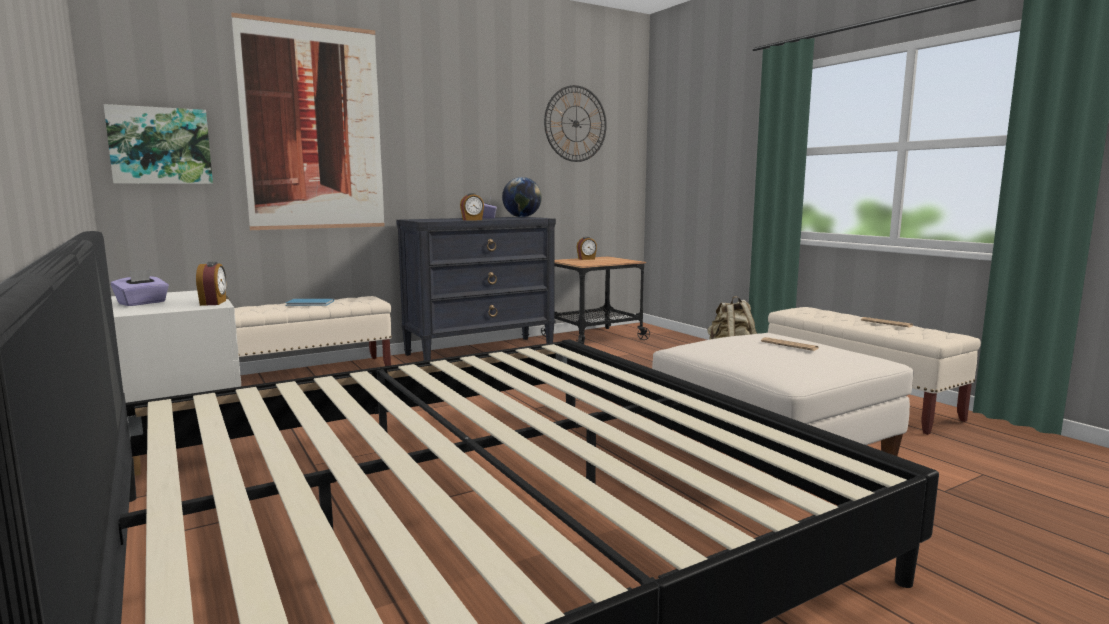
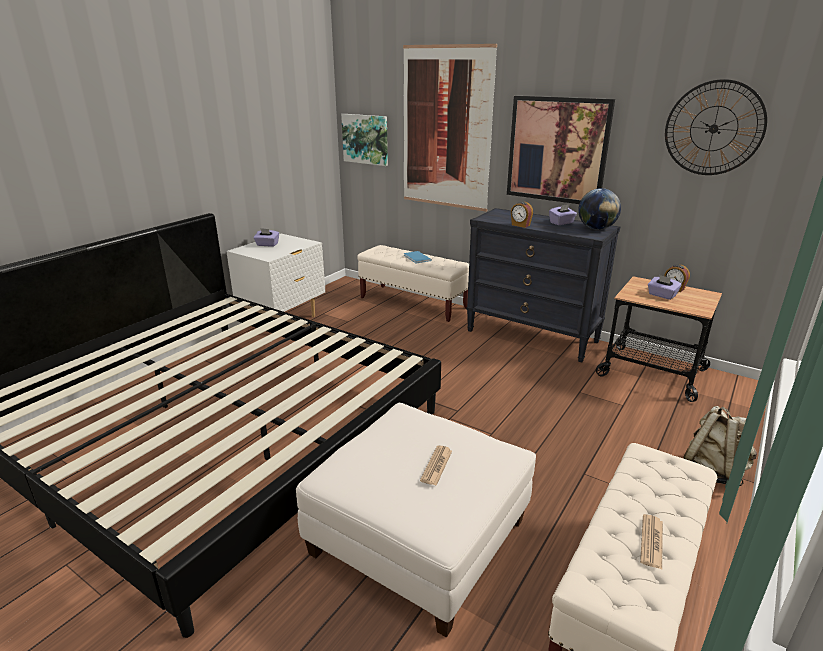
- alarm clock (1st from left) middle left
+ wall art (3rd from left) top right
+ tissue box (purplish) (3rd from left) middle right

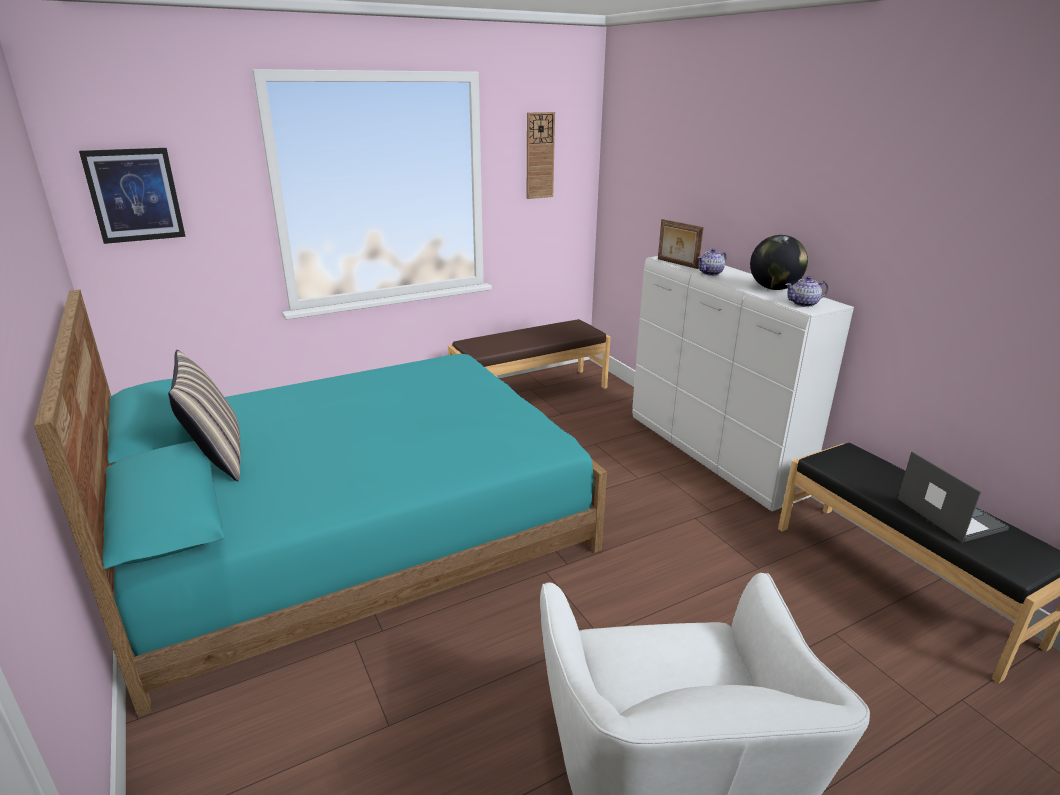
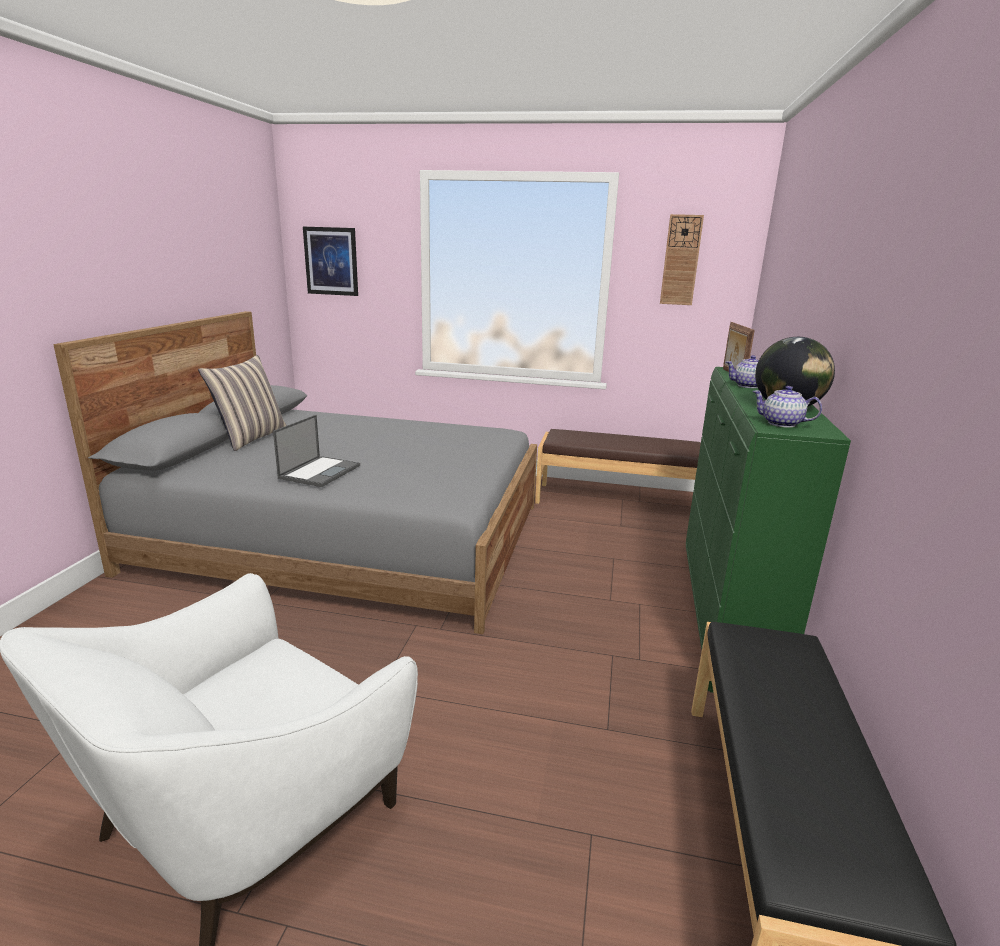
~ sleeping bed (blue-green) middle left to sleeping bed (gray) middle left
~ drawer chest (white) middle right to drawer chest (green) middle right
~ notebook computer middle right to middle left

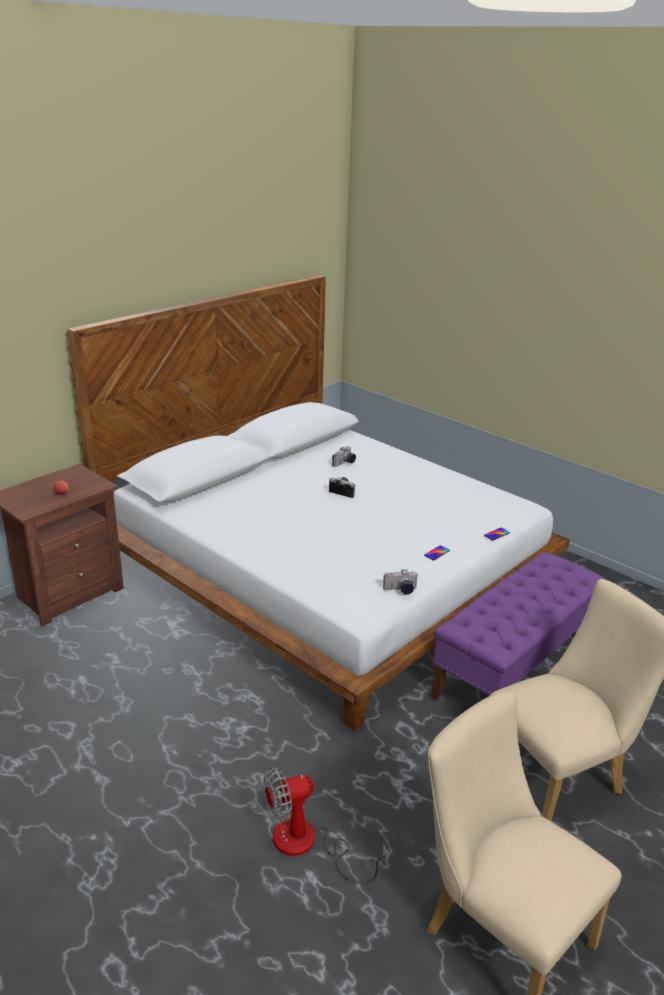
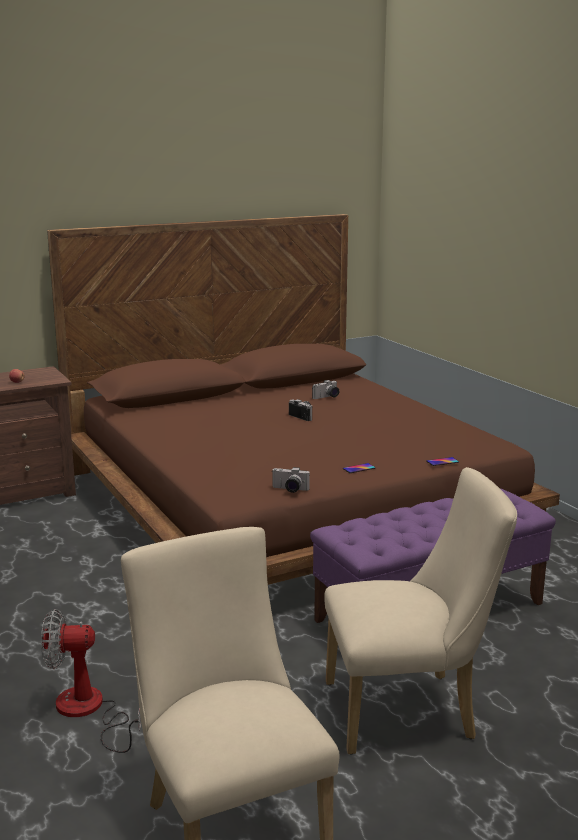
~ sleeping bed (white) centre to sleeping bed (brownish) centre

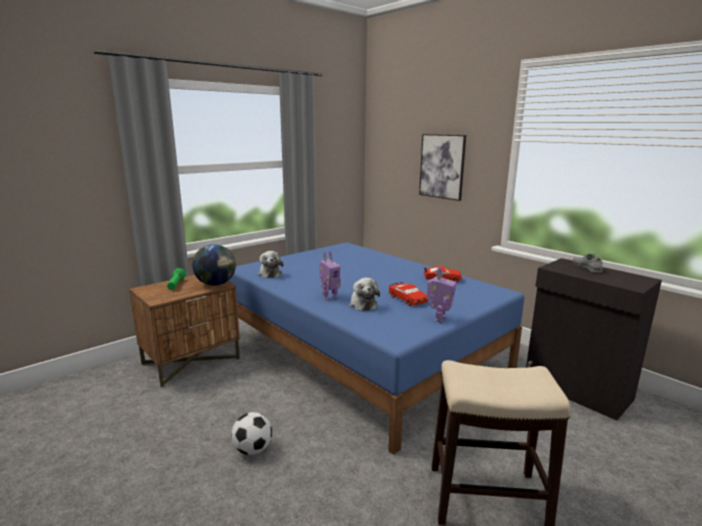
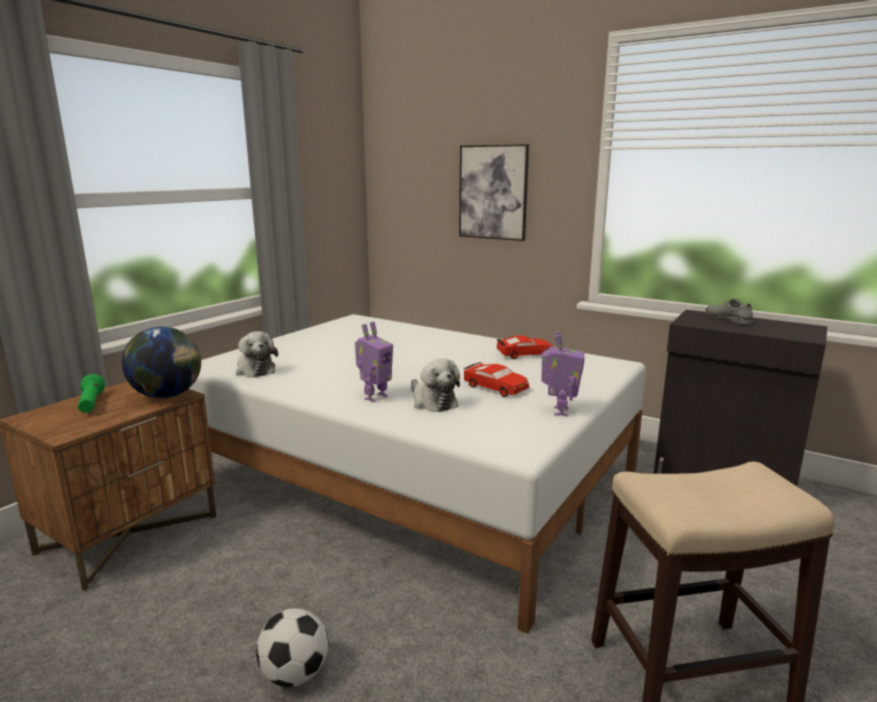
~ sleeping bed (blue-coloured) centre to sleeping bed (white) bottom centre

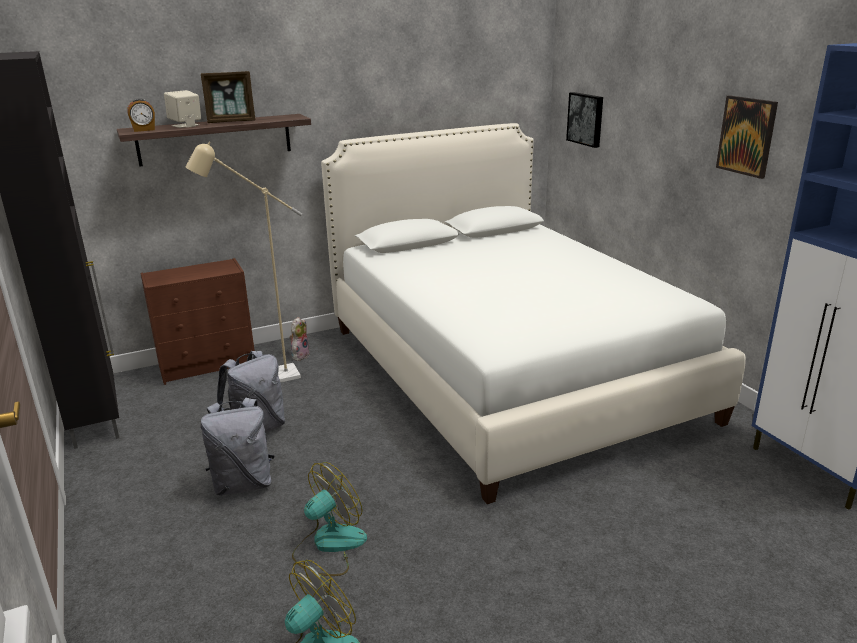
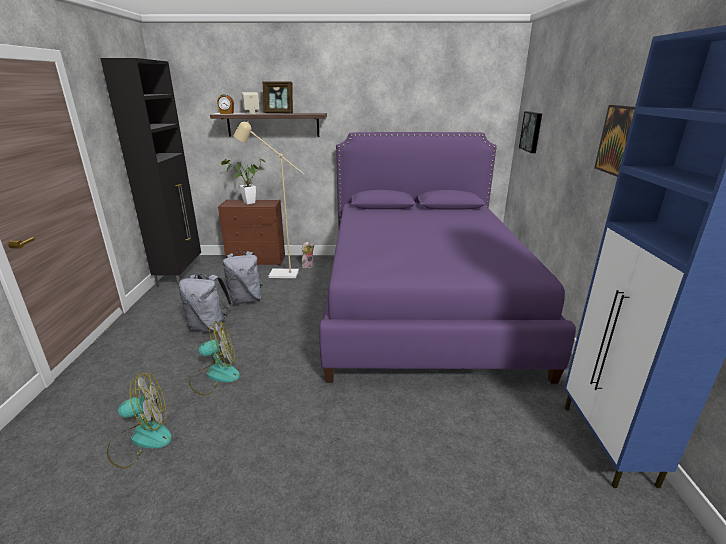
~ sleeping bed (white) centre to sleeping bed (purplish) centre
+ plant in a pot top centre

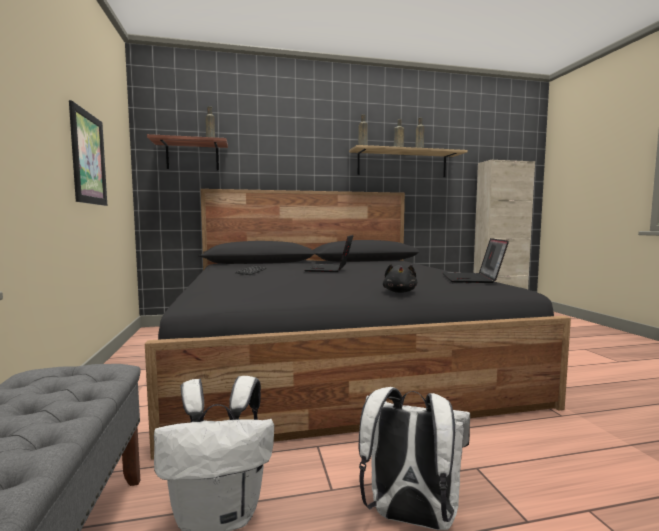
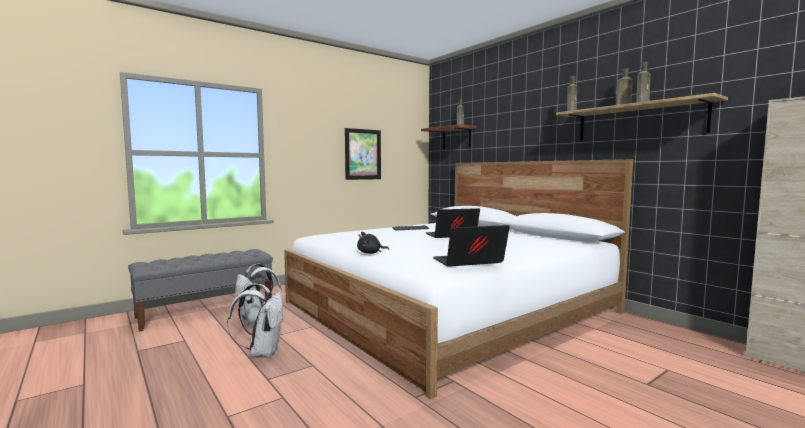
~ sleeping bed (black-coloured) centre to sleeping bed (white) centre

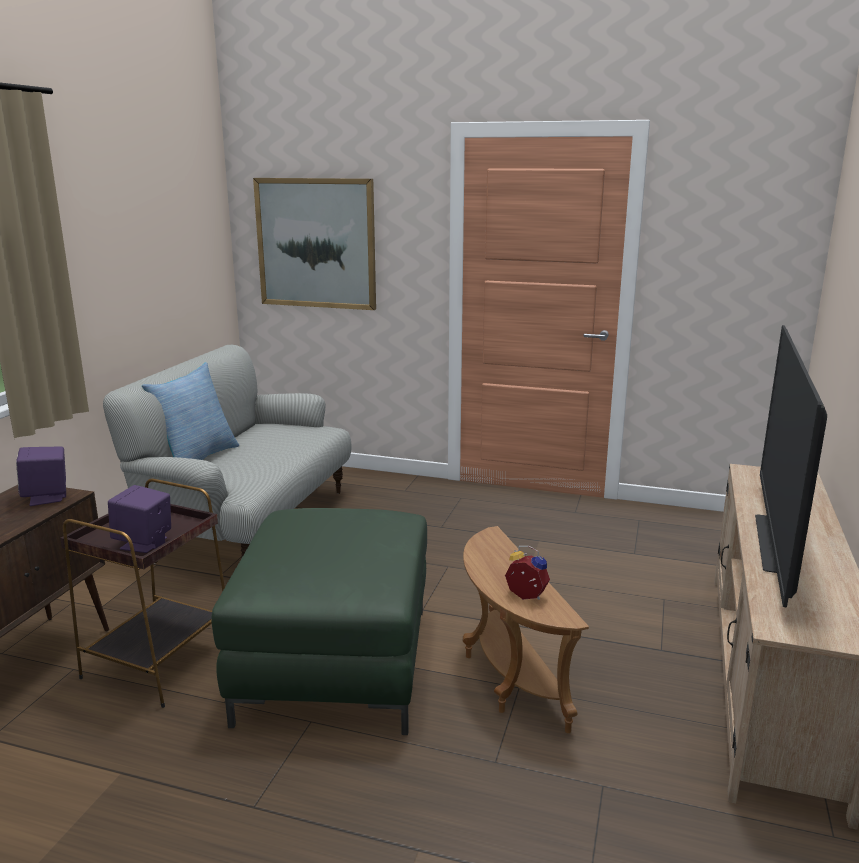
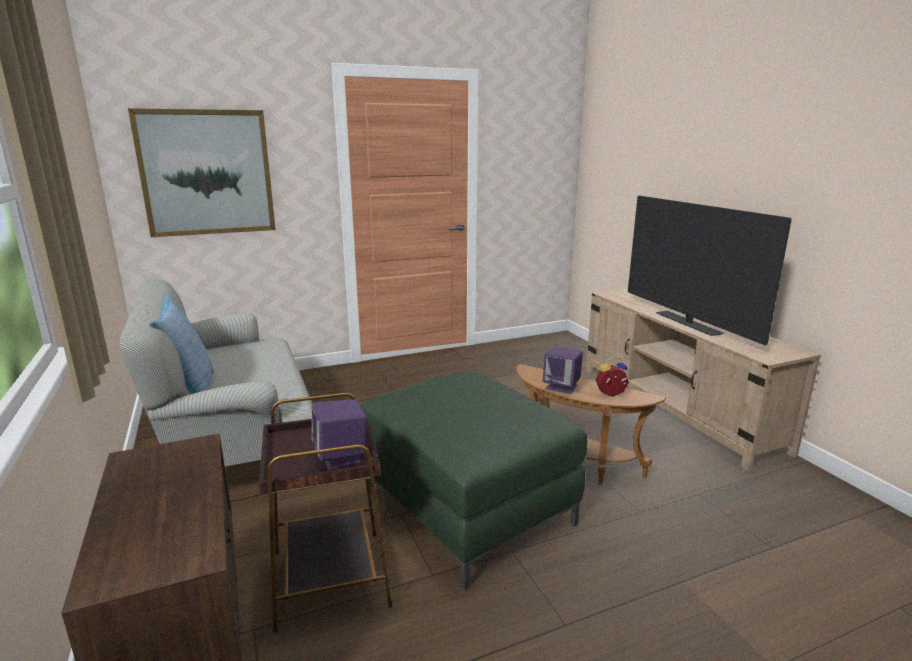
~ audio speaker (purplish) (1st from left in the first image) middle left to audio speaker (purplish) (2nd from left) centre

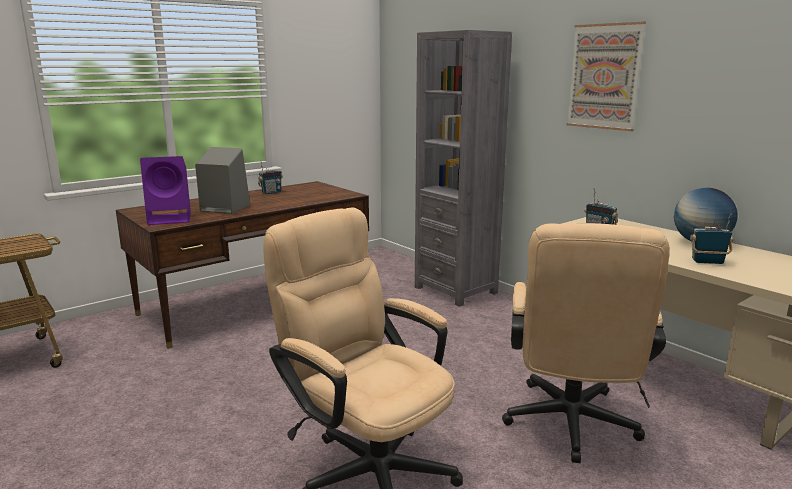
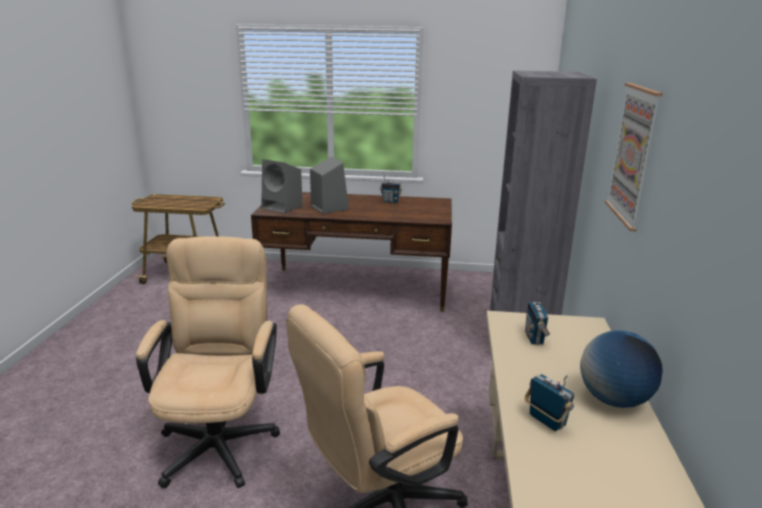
~ audio speaker (purplish) middle left to audio speaker (gray) (1st from left) centre

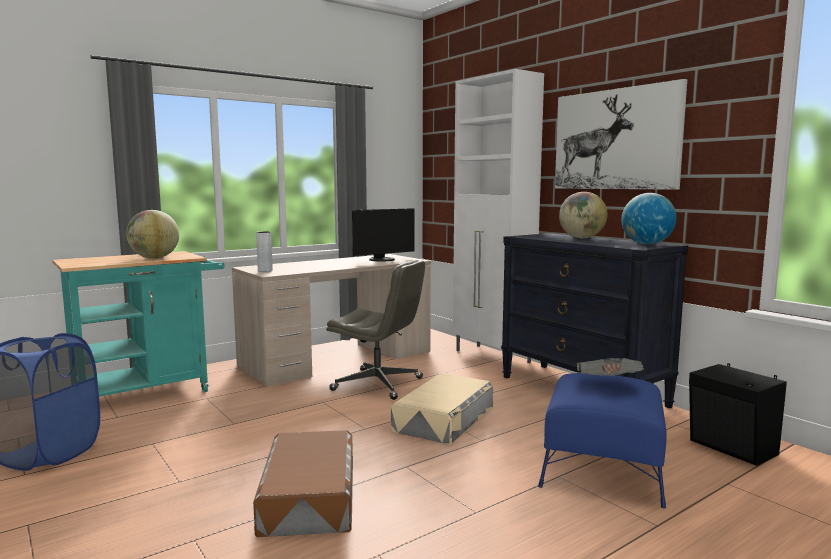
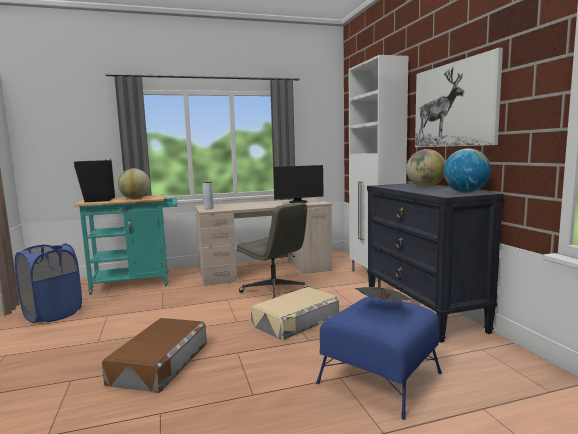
~ audio speaker (black-coloured) bottom right to middle left

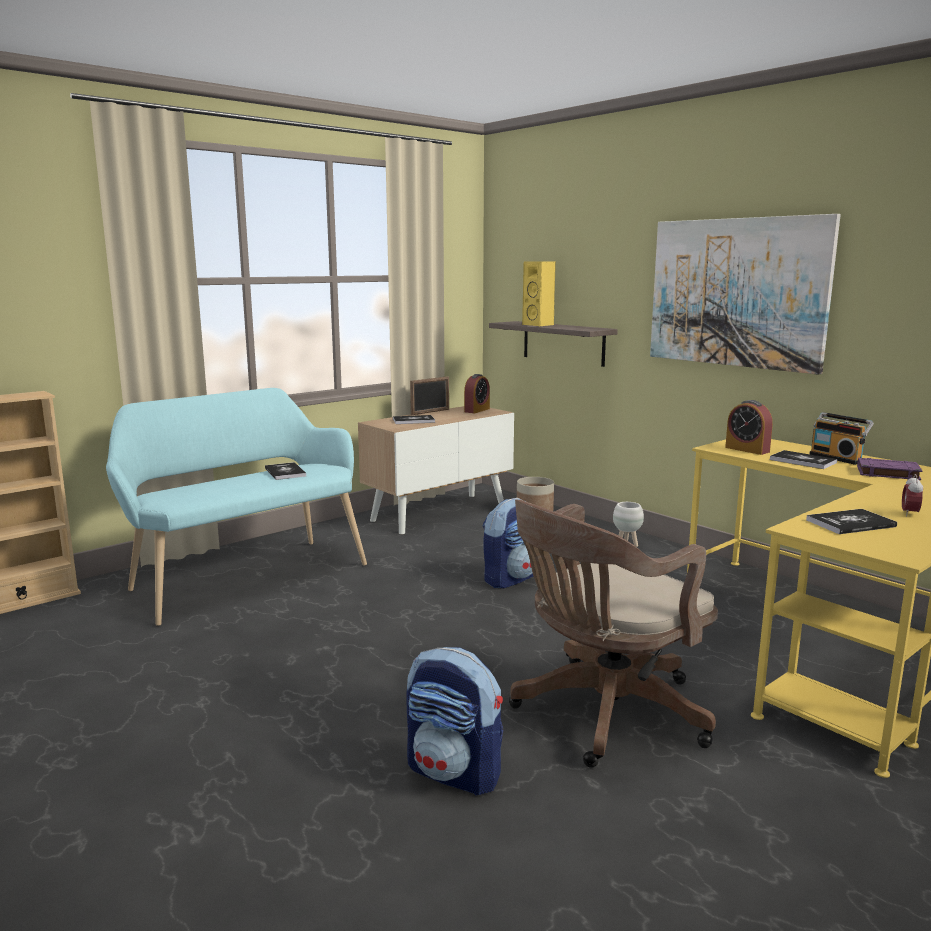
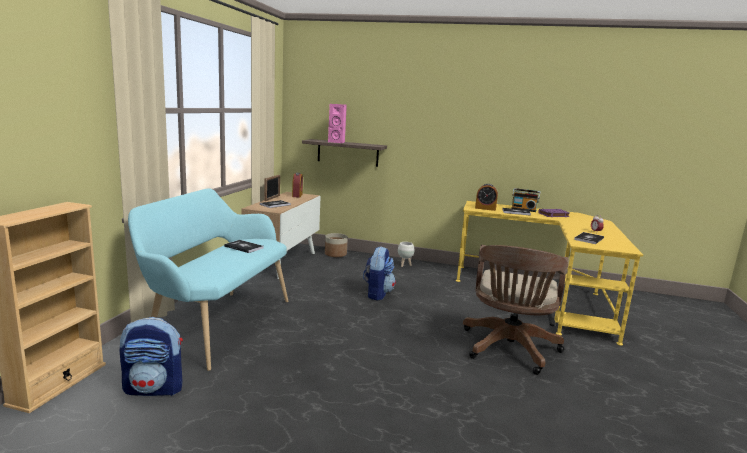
~ backpack (1st from left) bottom centre to bottom left
~ audio speaker (yellow) top centre to audio speaker (pink-coloured) top centre
- wall art top right

